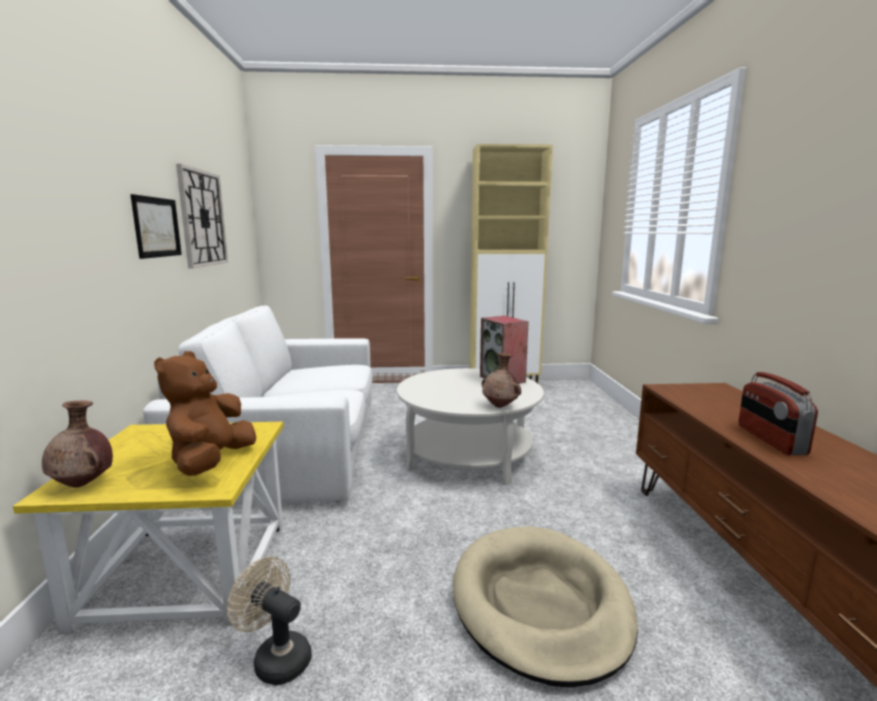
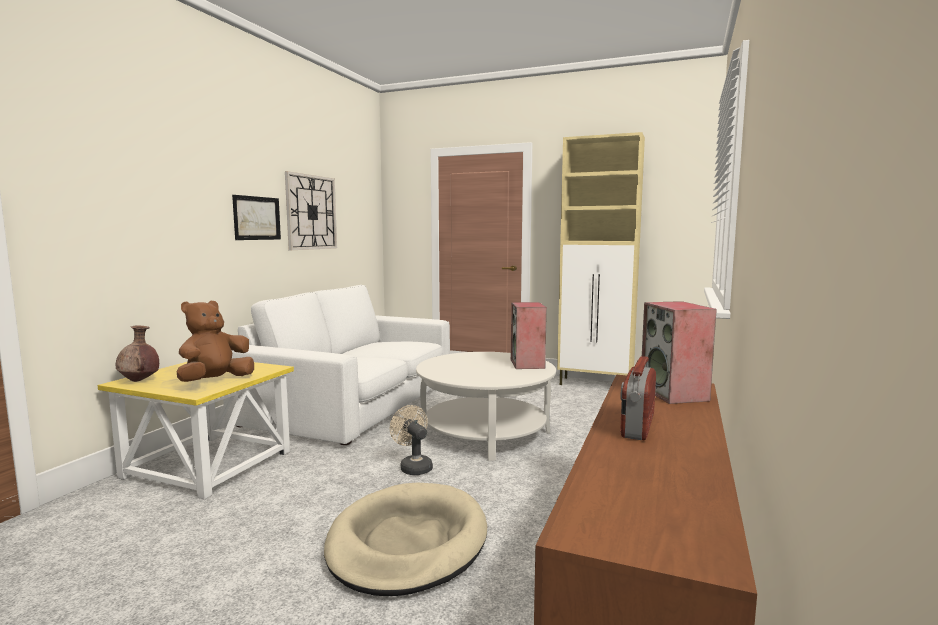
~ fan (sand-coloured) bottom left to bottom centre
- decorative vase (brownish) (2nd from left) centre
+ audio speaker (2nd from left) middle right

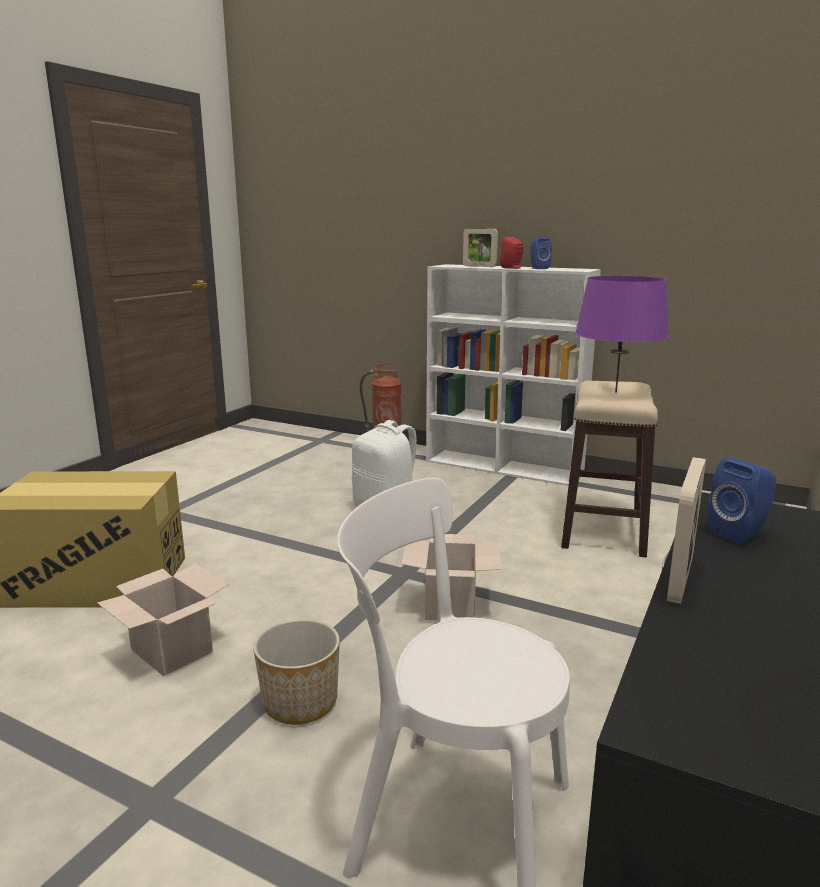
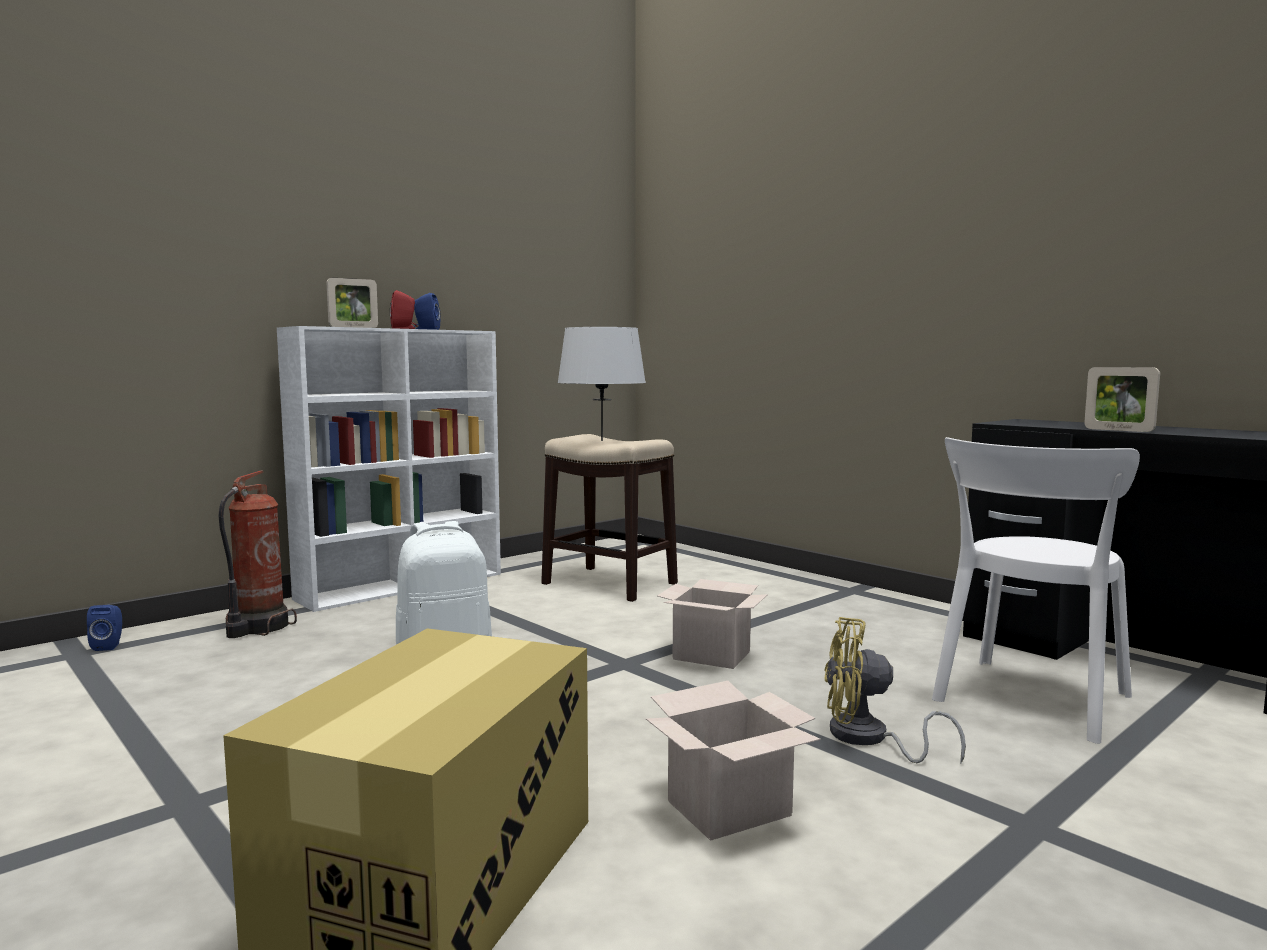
~ flower pot bottom centre to fan (yellow) bottom right
~ tabletop lamp (purplish) middle right to tabletop lamp (gray) centre
~ audio speaker (blue-coloured) (2nd from left in the first image) middle right to audio speaker (blue-coloured) (1st from left) middle left

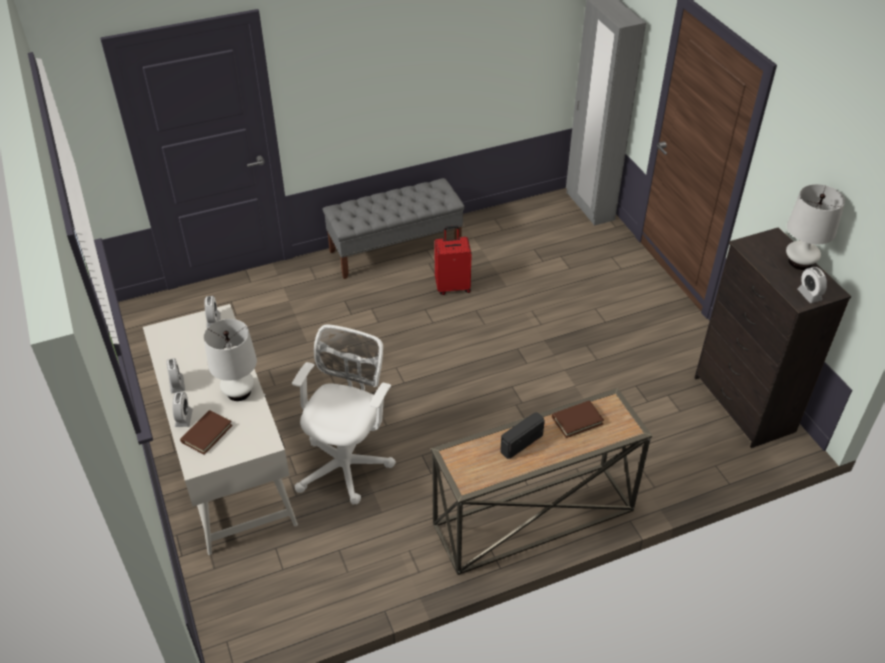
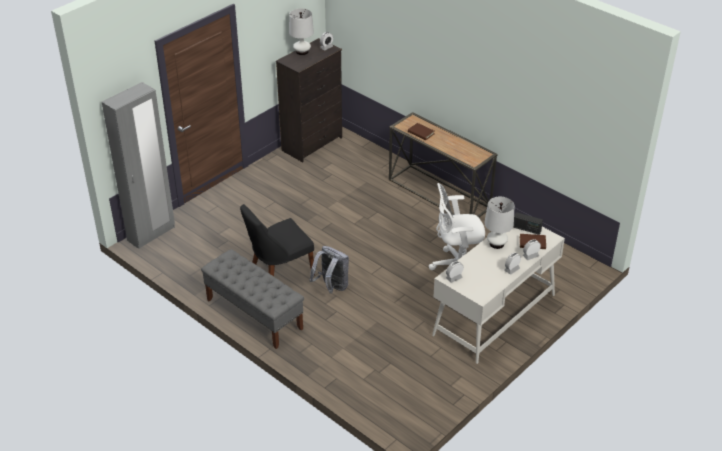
~ suitcase (reddish) centre to chair (black-coloured) centre
~ radio receiver centre to middle right
+ backpack (gray) centre

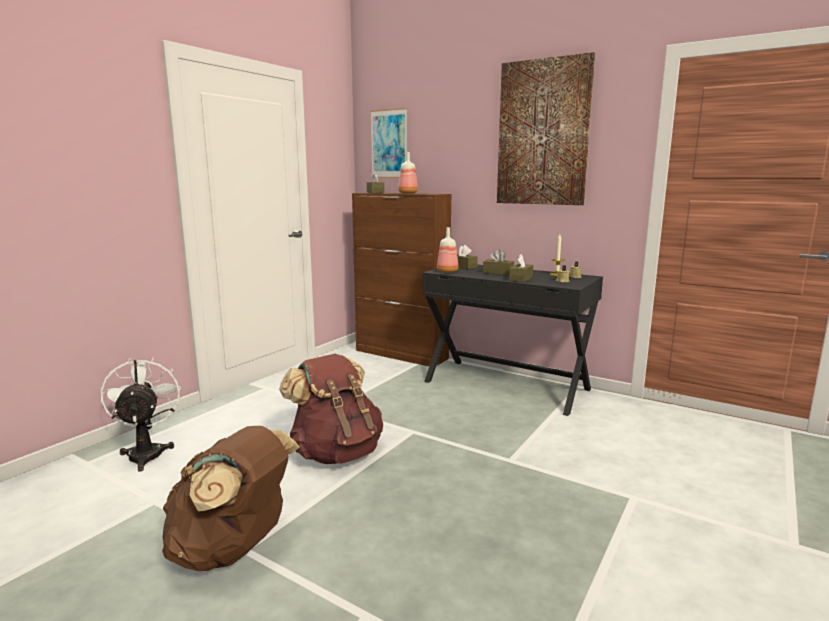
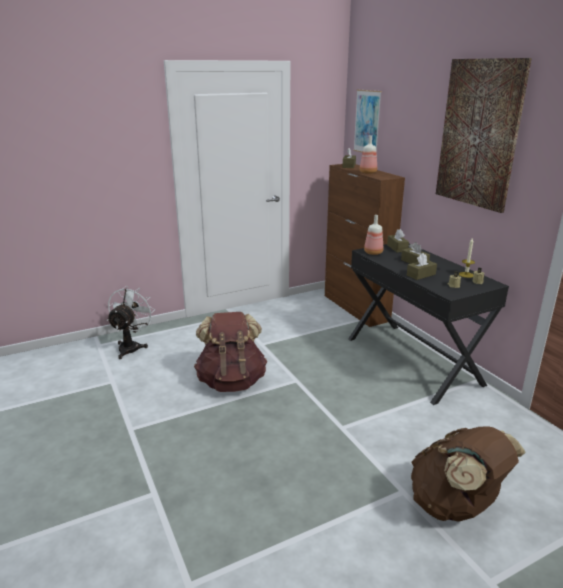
~ backpack (brownish) (1st from left in the first image) bottom left to backpack (brownish) (2nd from left) bottom right

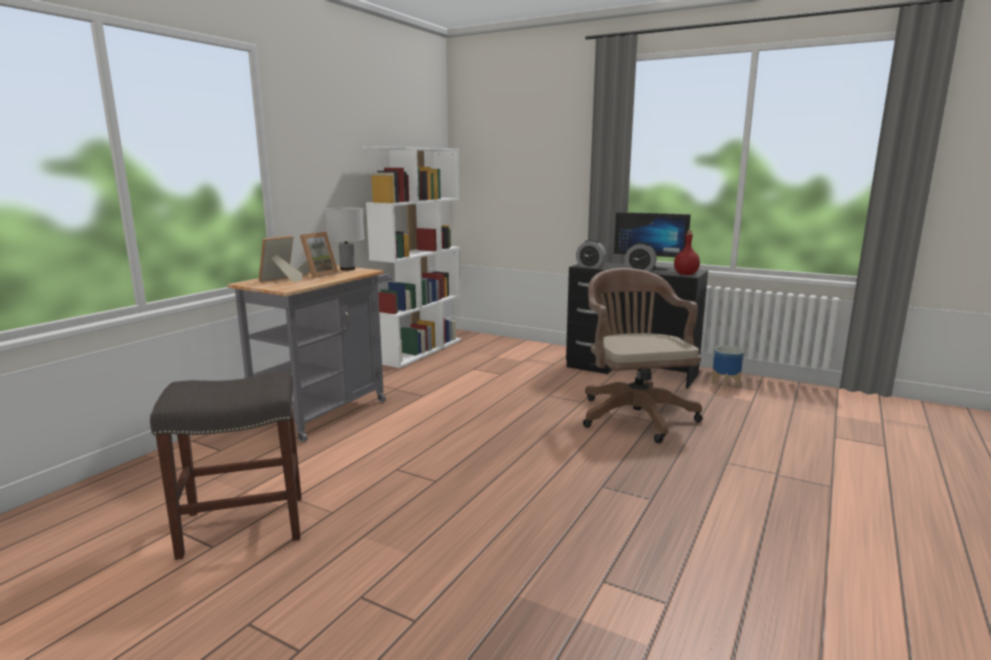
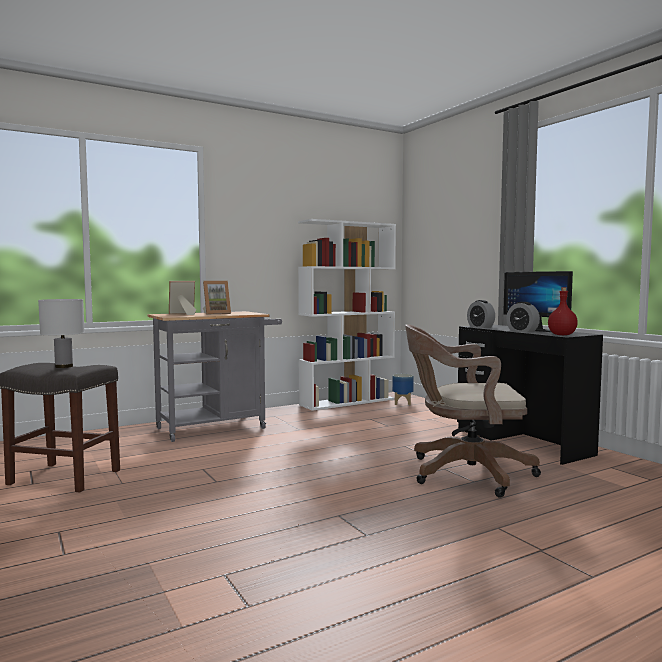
~ tabletop lamp (white) centre to middle left
~ computer chair (brownish) centre = middle right 105 degrees counterclockwise
~ flower pot middle right to centre

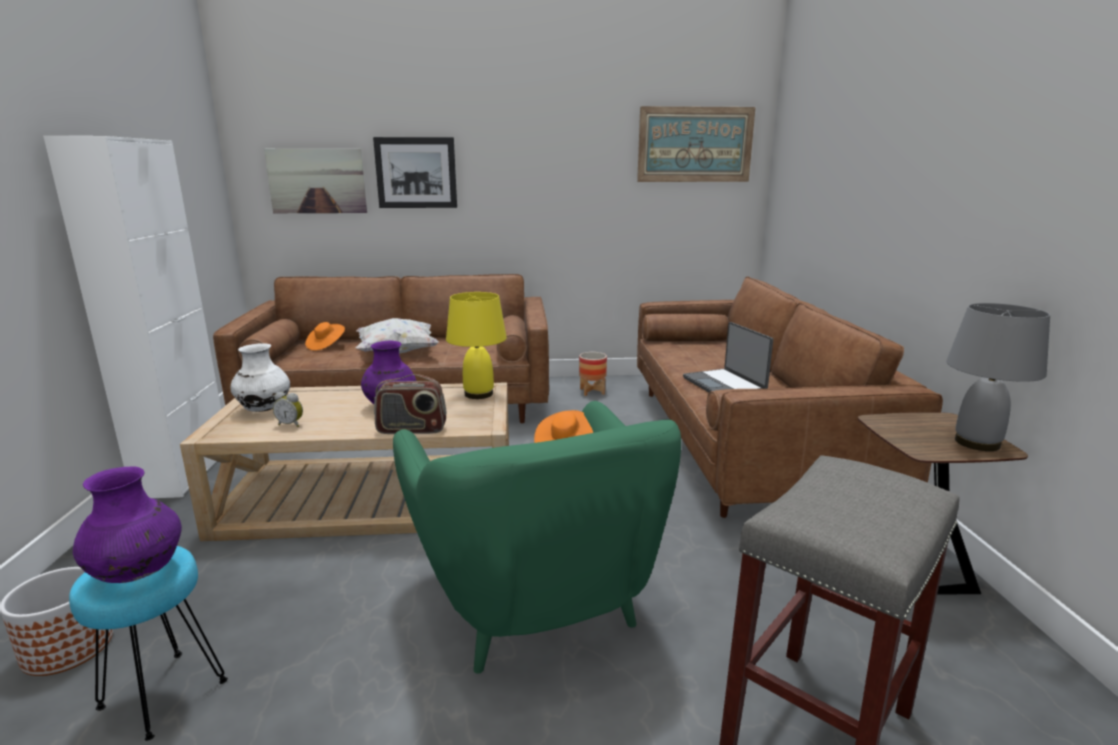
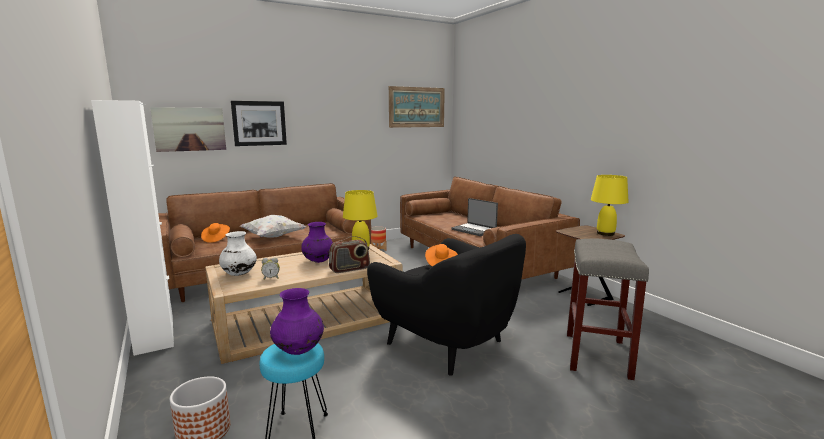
~ lounge chair (green) bottom centre to lounge chair (black-coloured) bottom centre
~ tabletop lamp (gray) middle right to tabletop lamp (yellow) (2nd from left) middle right

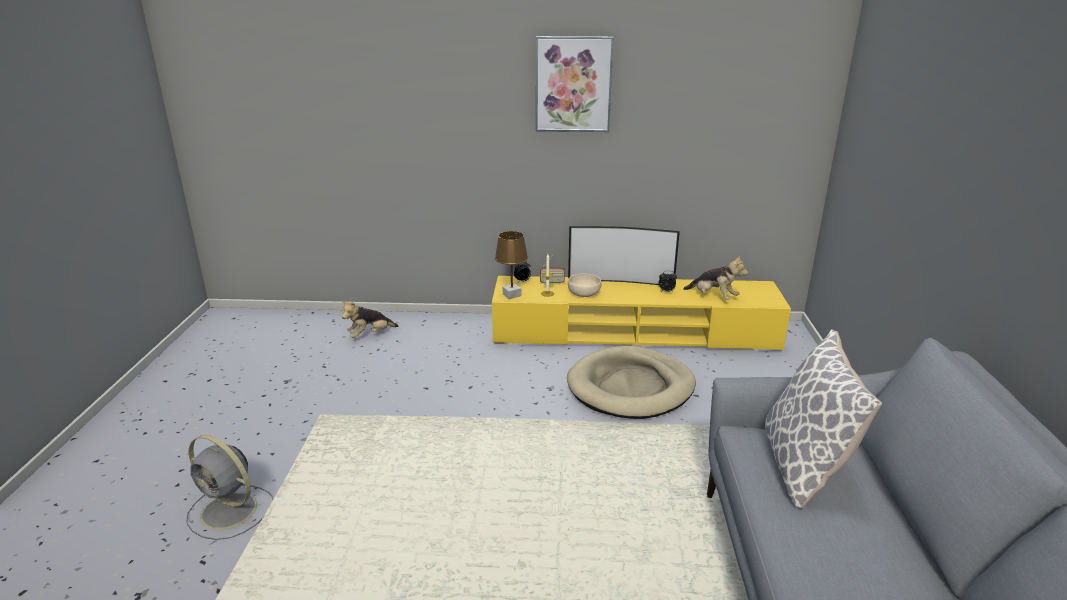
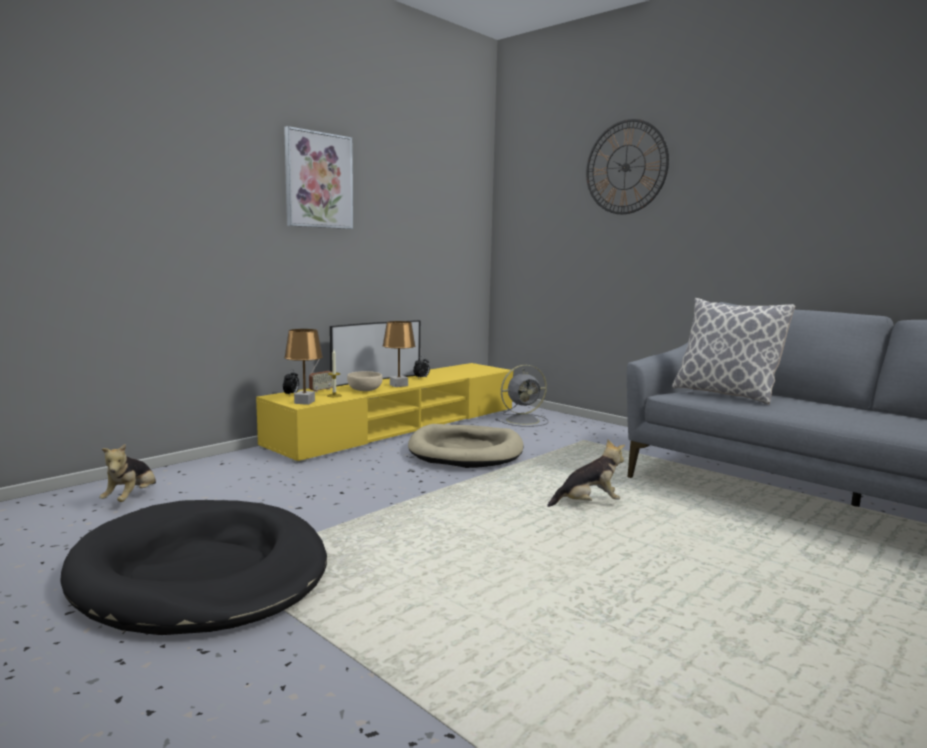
~ fan (gray) bottom left to centre
~ plush toy (2nd from left) middle right to centre
+ dog bed (black-coloured) bottom left
+ tabletop lamp (brownish) (2nd from left) centre
+ wall clock top right

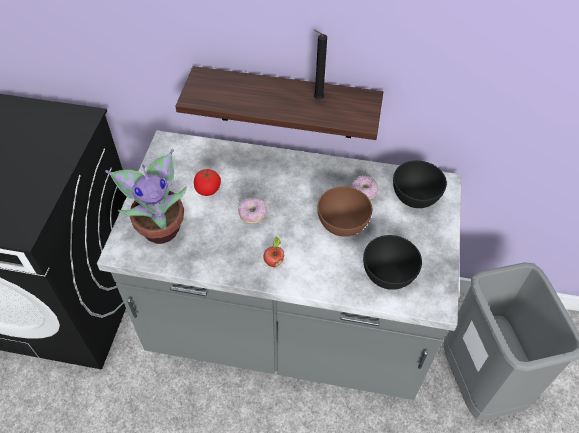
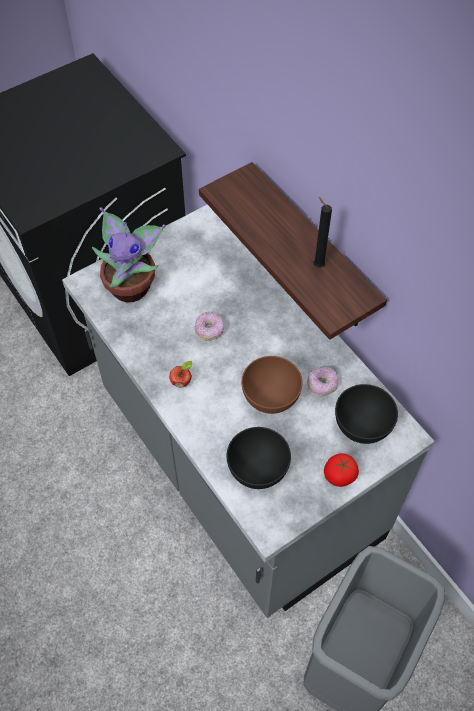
~ tomato centre to middle right

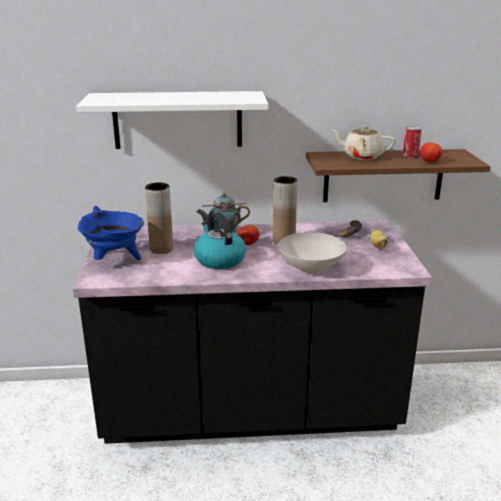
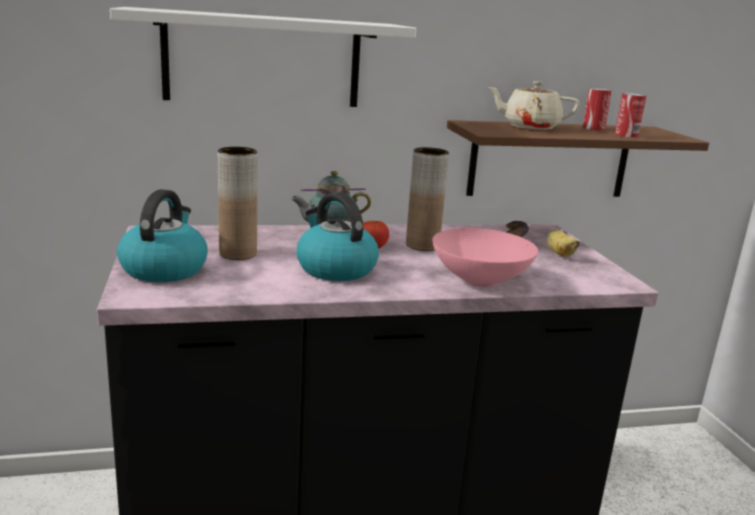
~ saucepot (blue-coloured) middle left to tea kettle (1st from left) middle left
~ bowl (white) centre to bowl (pink-coloured) centre
~ tomato (2nd from left) top right to sealed can (2nd from left) top right

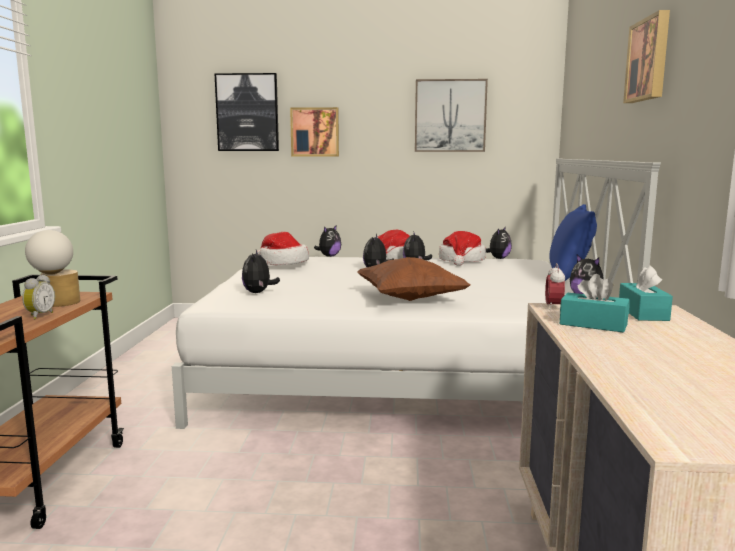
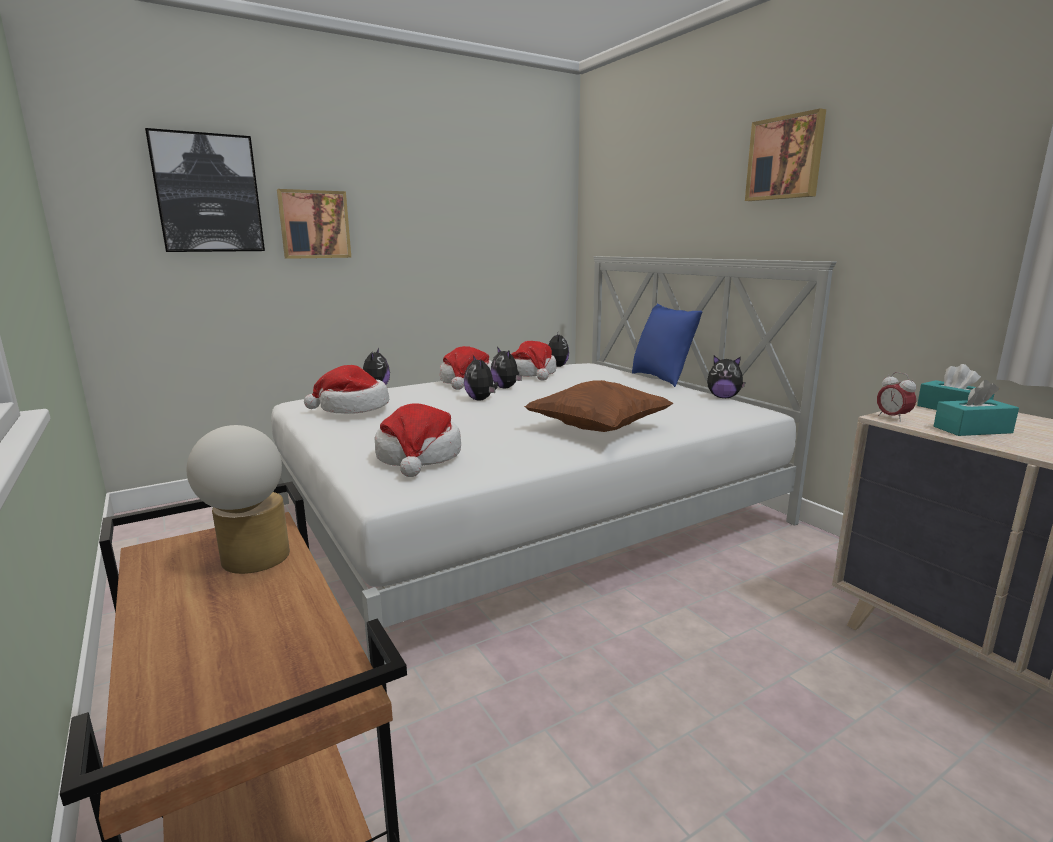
- alarm clock (1st from left) middle left
~ plush toy (1st from left) centre to wearable hat (2nd from left) centre
- wall art (3rd from left) top centre

